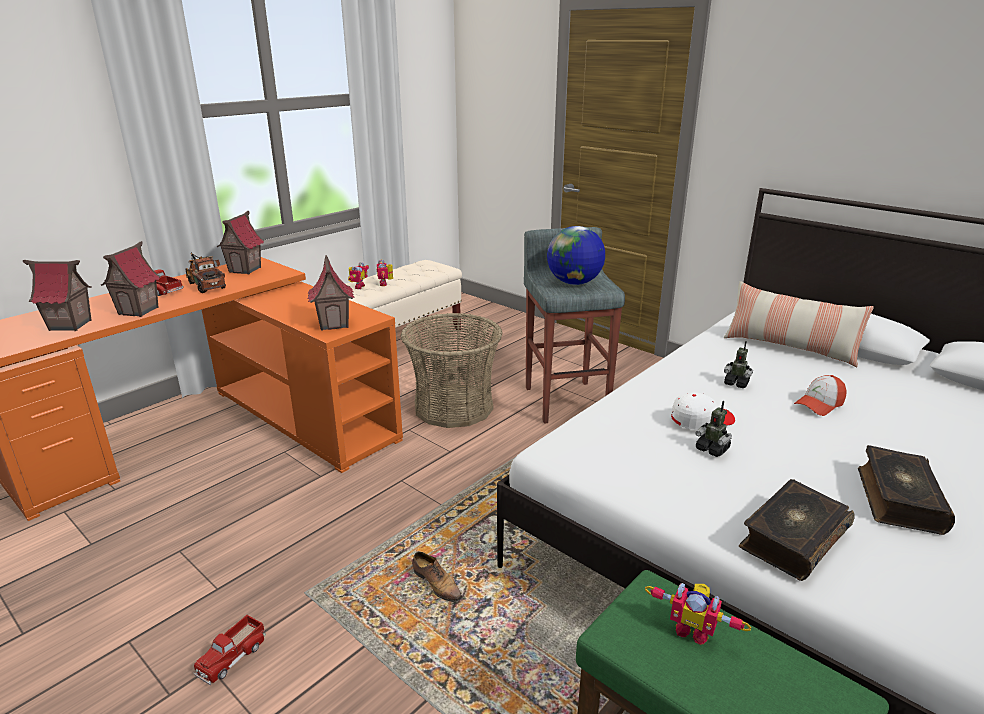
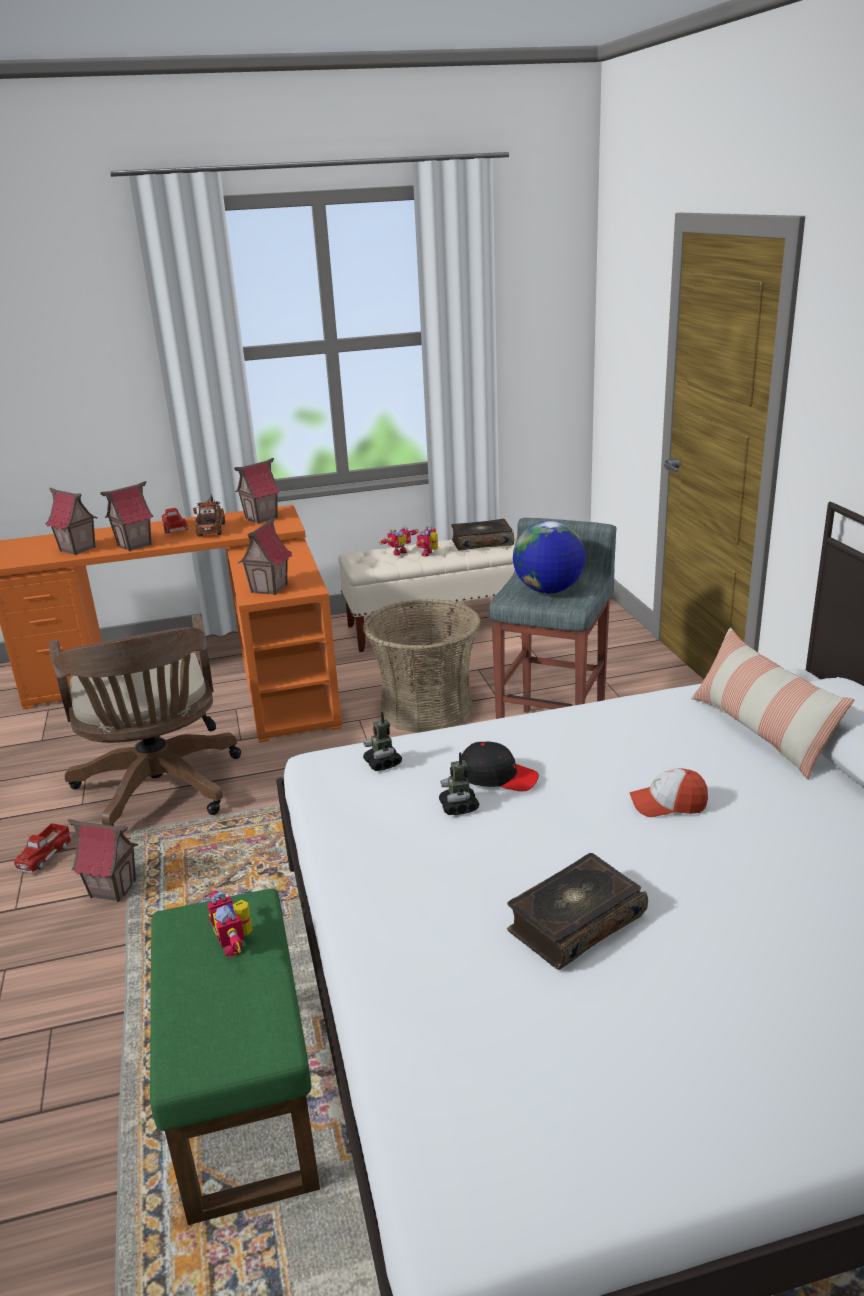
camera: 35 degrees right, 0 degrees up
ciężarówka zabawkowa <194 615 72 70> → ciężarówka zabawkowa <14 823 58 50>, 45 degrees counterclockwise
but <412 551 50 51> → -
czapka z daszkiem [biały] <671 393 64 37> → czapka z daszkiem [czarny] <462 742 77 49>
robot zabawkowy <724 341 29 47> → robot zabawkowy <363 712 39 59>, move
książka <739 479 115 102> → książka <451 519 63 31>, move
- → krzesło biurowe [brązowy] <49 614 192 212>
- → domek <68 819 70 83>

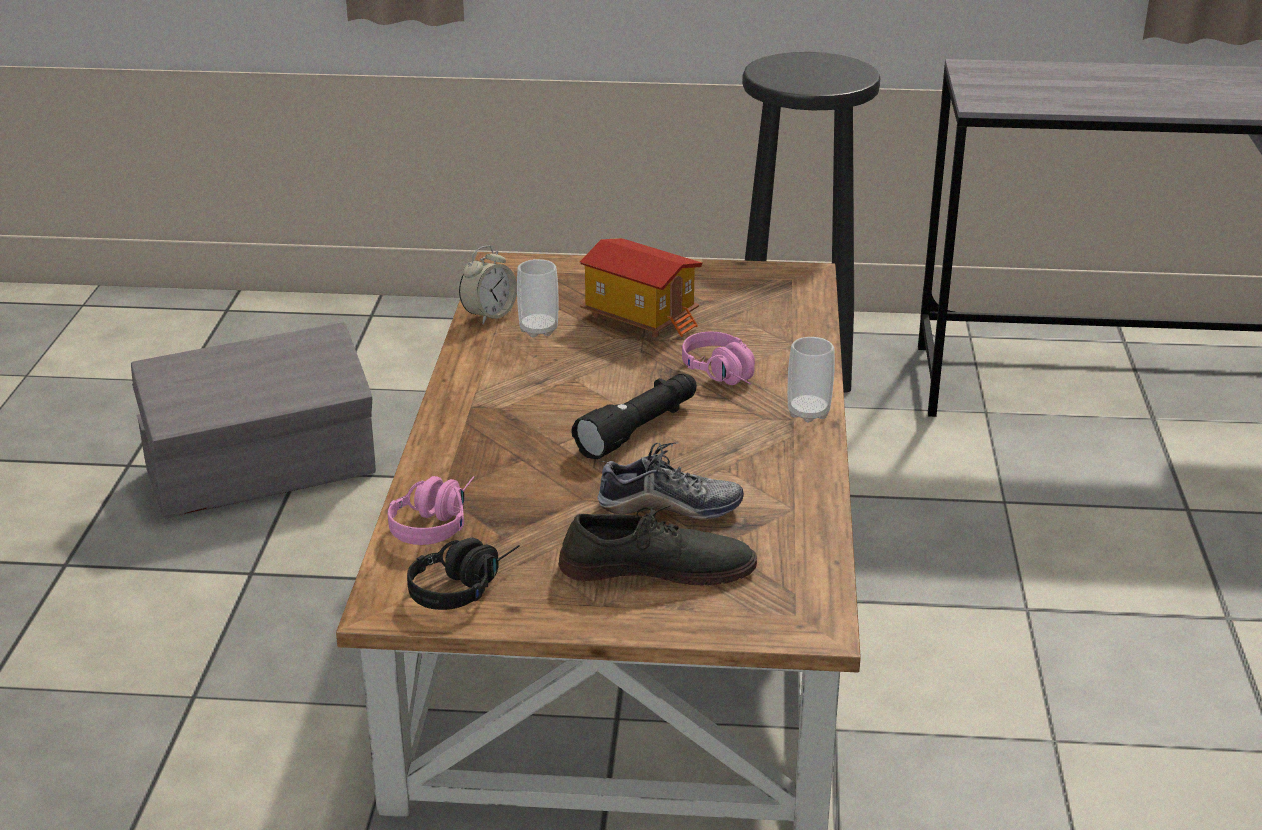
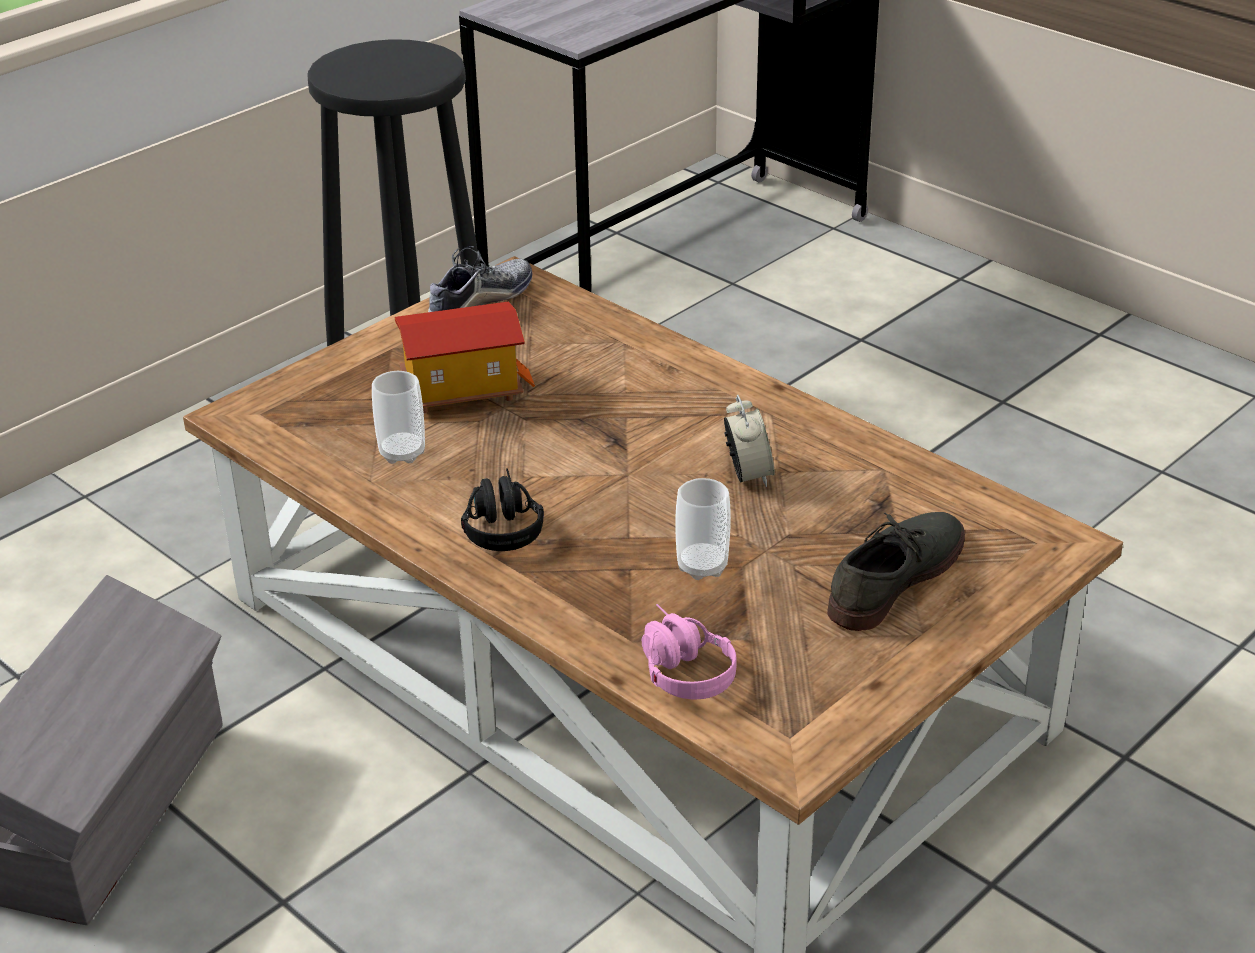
camera: 50 degrees left, 5 degrees up
słuchawki [czarny] <407 538 113 72> → słuchawki [czarny] <461 468 83 83>, move
budzik <459 246 58 78> → budzik <724 394 51 93>, move
latarka [czarny] <572 373 125 86> → -
but <597 442 147 77> → but <428 246 105 66>, move
słuchawki [różowy] <682 332 73 53> → -
filiżanka <788 337 47 85> → filiżanka <675 478 56 102>, move

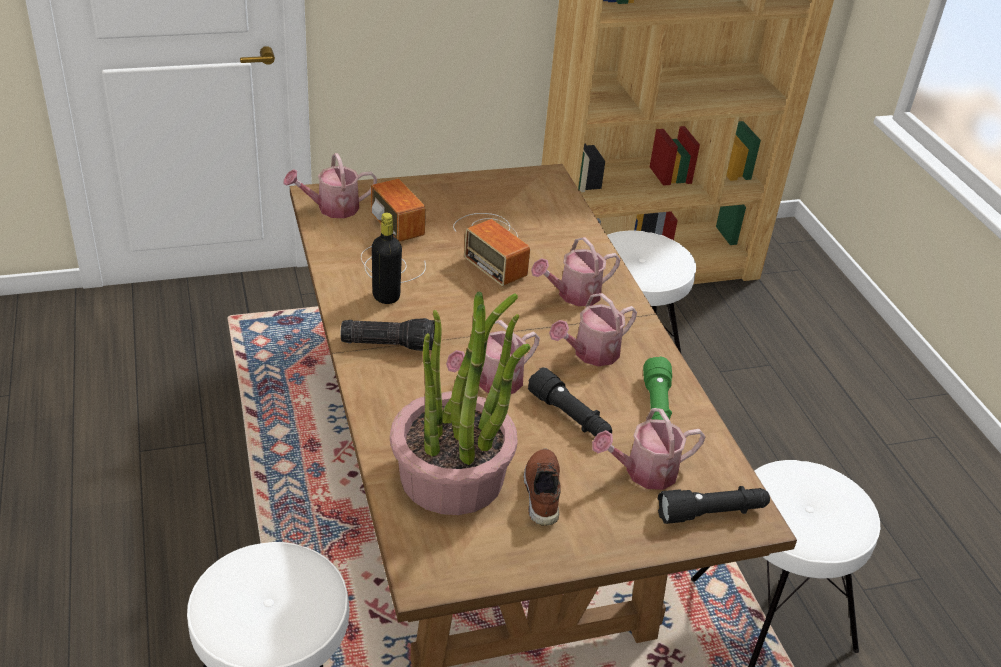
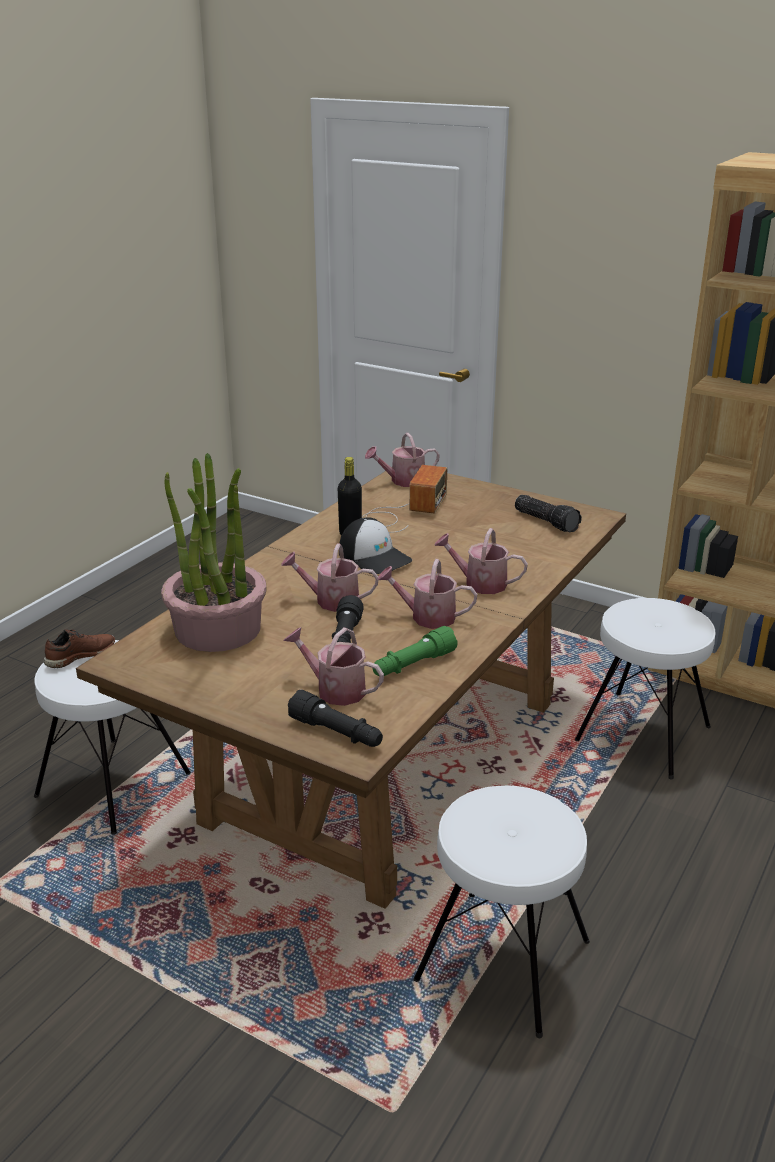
camera: 50 degrees right, 10 degrees down
konewka <283 153 94 65> → konewka <365 433 75 54>, 45 degrees counterclockwise
latarka <341 318 94 33> → latarka <515 495 67 38>, move
radio <453 213 77 73> → -
but [brązowy] <523 449 38 77> → but [brązowy] <44 629 71 39>, move
- → czapka z daszkiem <339 517 73 57>

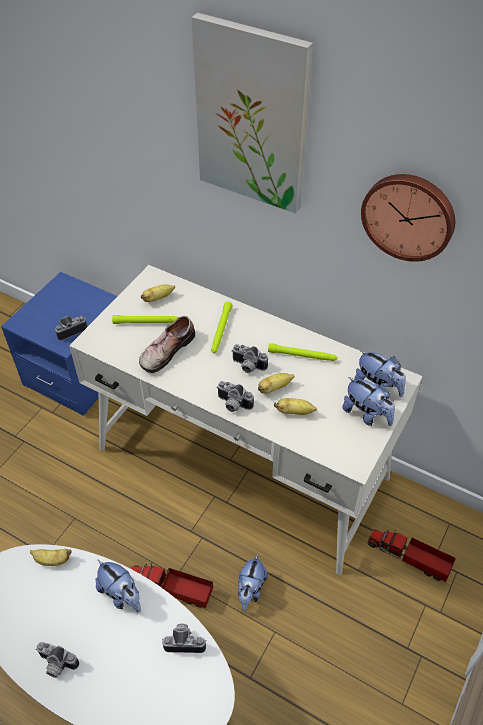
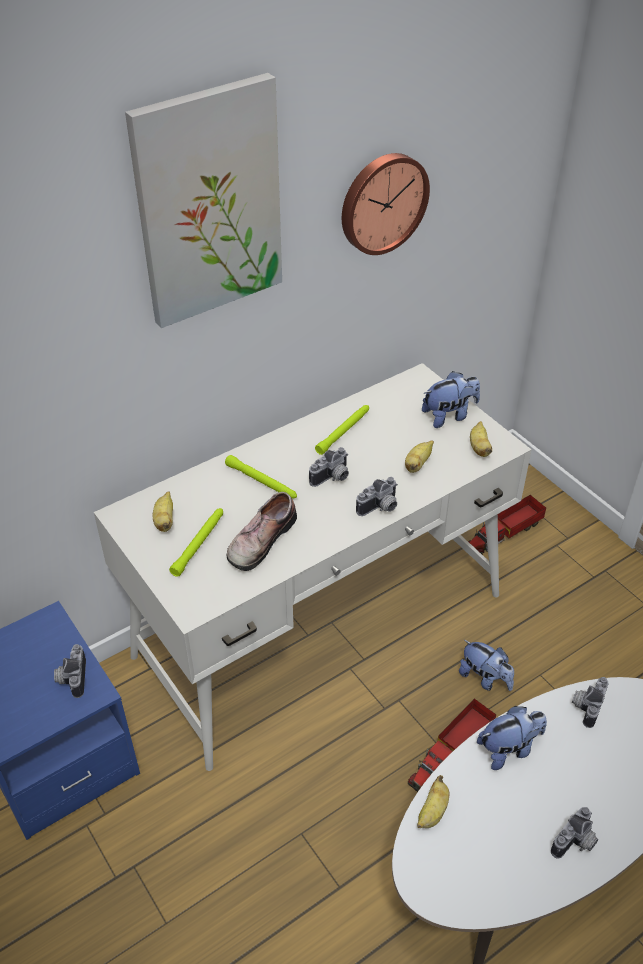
camera: 65 degrees left, 5 degrees down
but <139 316 56 57> → but <227 492 70 79>, 60 degrees clockwise
banan <258 373 37 21> → banan <470 421 22 36>, move
pluszak <354 350 52 47> → -

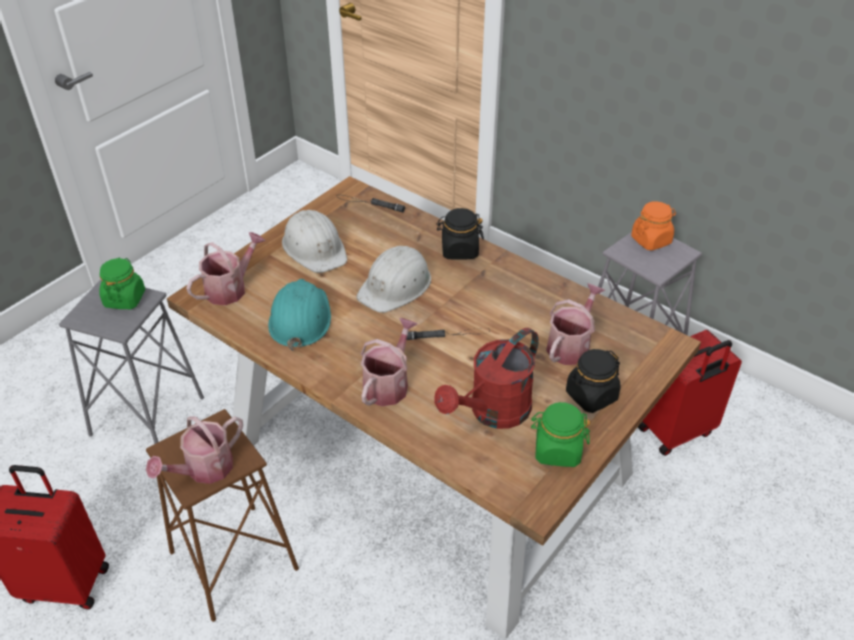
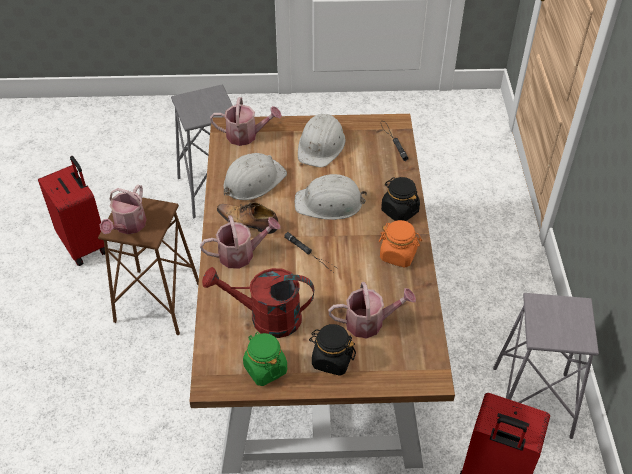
camera: 50 degrees right, 5 degrees up
słoik [zielony] <99 257 46 52> → -
konewka <146 416 97 68> → konewka <100 184 46 50>, 75 degrees counterclockwise
kask [turkusowy] <268 279 63 72> → kask [biały] <223 153 64 47>
słoik [pomarańczowy] <631 201 45 50> → słoik [pomarańczowy] <379 220 43 48>, move
- → but <217 202 61 32>

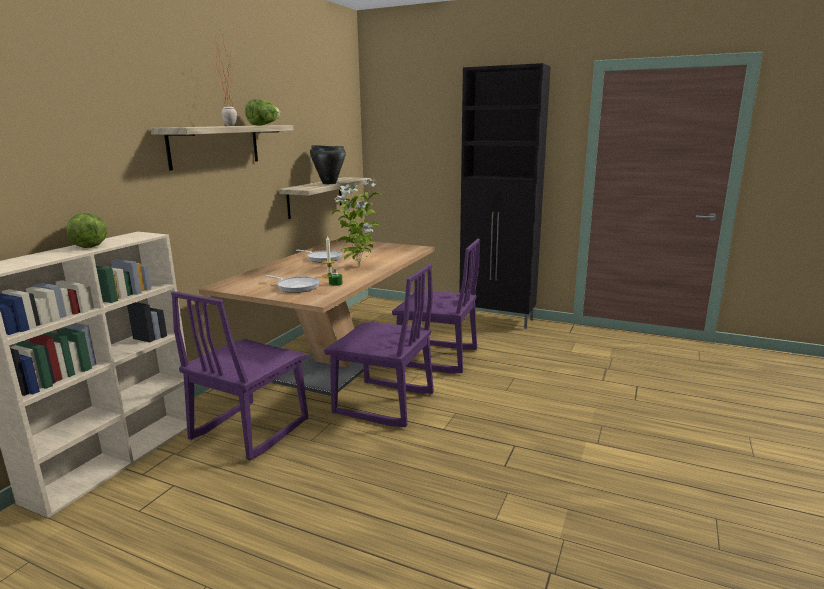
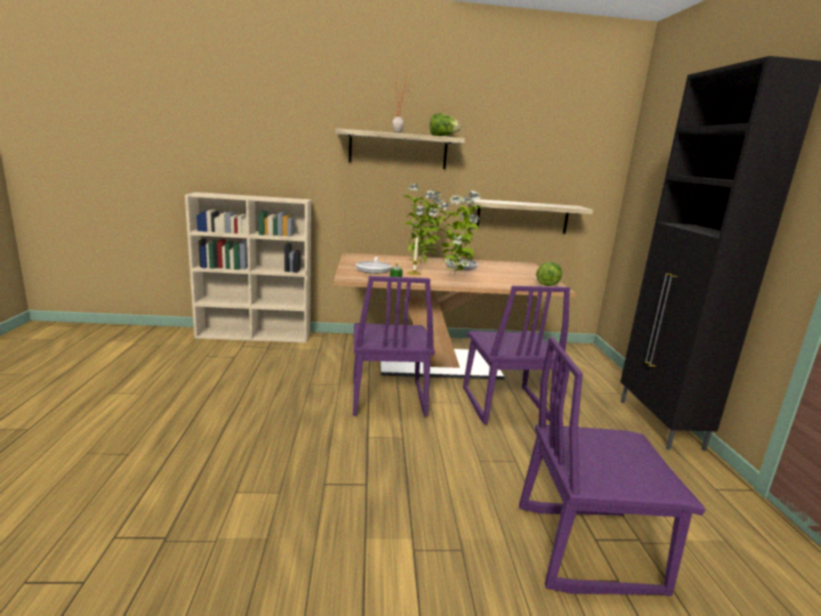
camera: 60 degrees right, 0 degrees up
sałata <66 213 41 35> → sałata <536 262 26 24>, move
krzesło [fioletowy] <171 291 137 169> → krzesło [fioletowy] <519 337 186 259>, move
garnek [czarny] <310 145 36 39> → -
- → roślina doniczkowa <404 183 40 81>

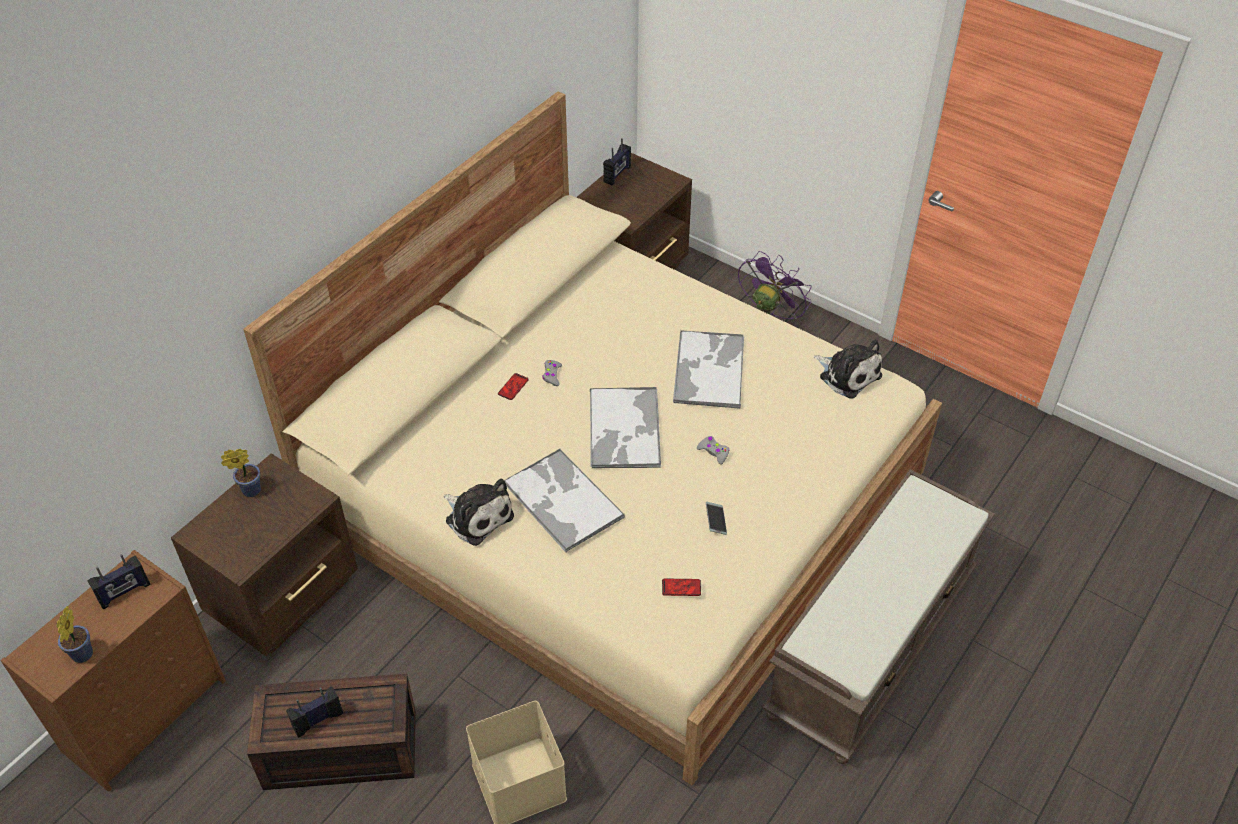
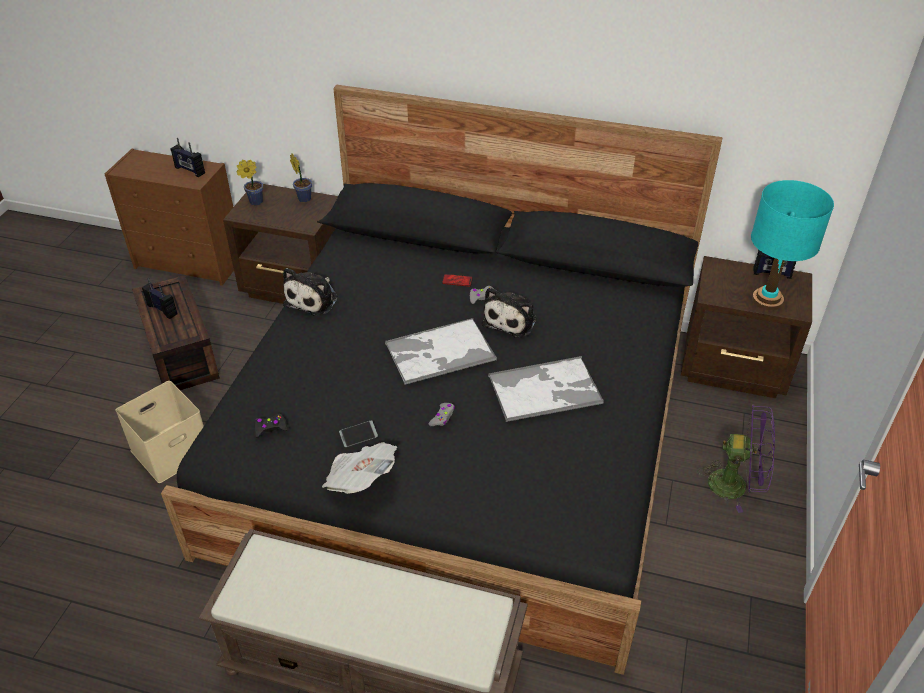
camera: 70 degrees right, 5 degrees down
roślina doniczkowa <57 606 36 57> → roślina doniczkowa <237 160 26 45>, move
łóżko [beżowy] <243 91 699 695> → łóżko [czarny] <161 85 561 590>
taca <504 448 121 105> → -
telefon <662 578 39 18> → pad do gier [czarny] <254 414 34 23>
pluszak <814 339 68 60> → pluszak <482 287 54 51>, move
- → gazeta <322 442 75 52>
- → lampa stołowa [turkusowy] <751 180 83 130>

